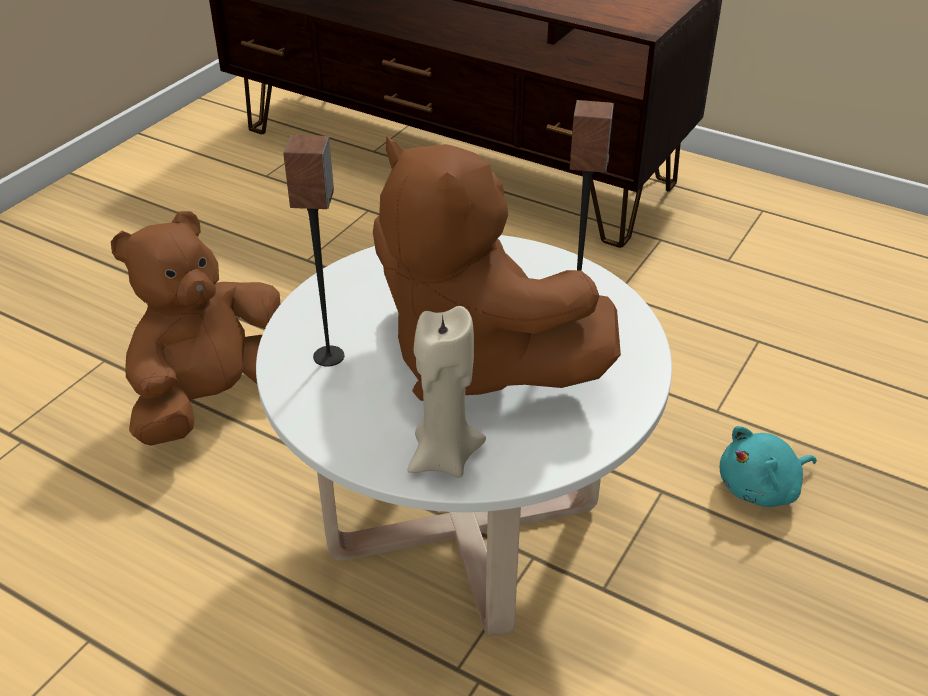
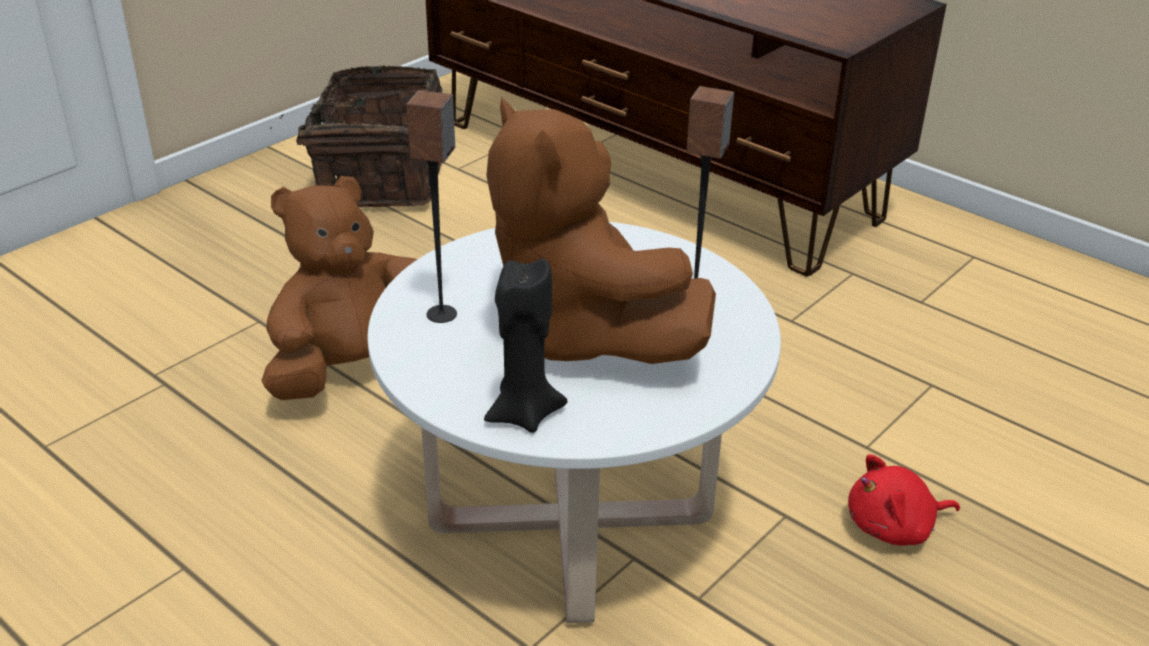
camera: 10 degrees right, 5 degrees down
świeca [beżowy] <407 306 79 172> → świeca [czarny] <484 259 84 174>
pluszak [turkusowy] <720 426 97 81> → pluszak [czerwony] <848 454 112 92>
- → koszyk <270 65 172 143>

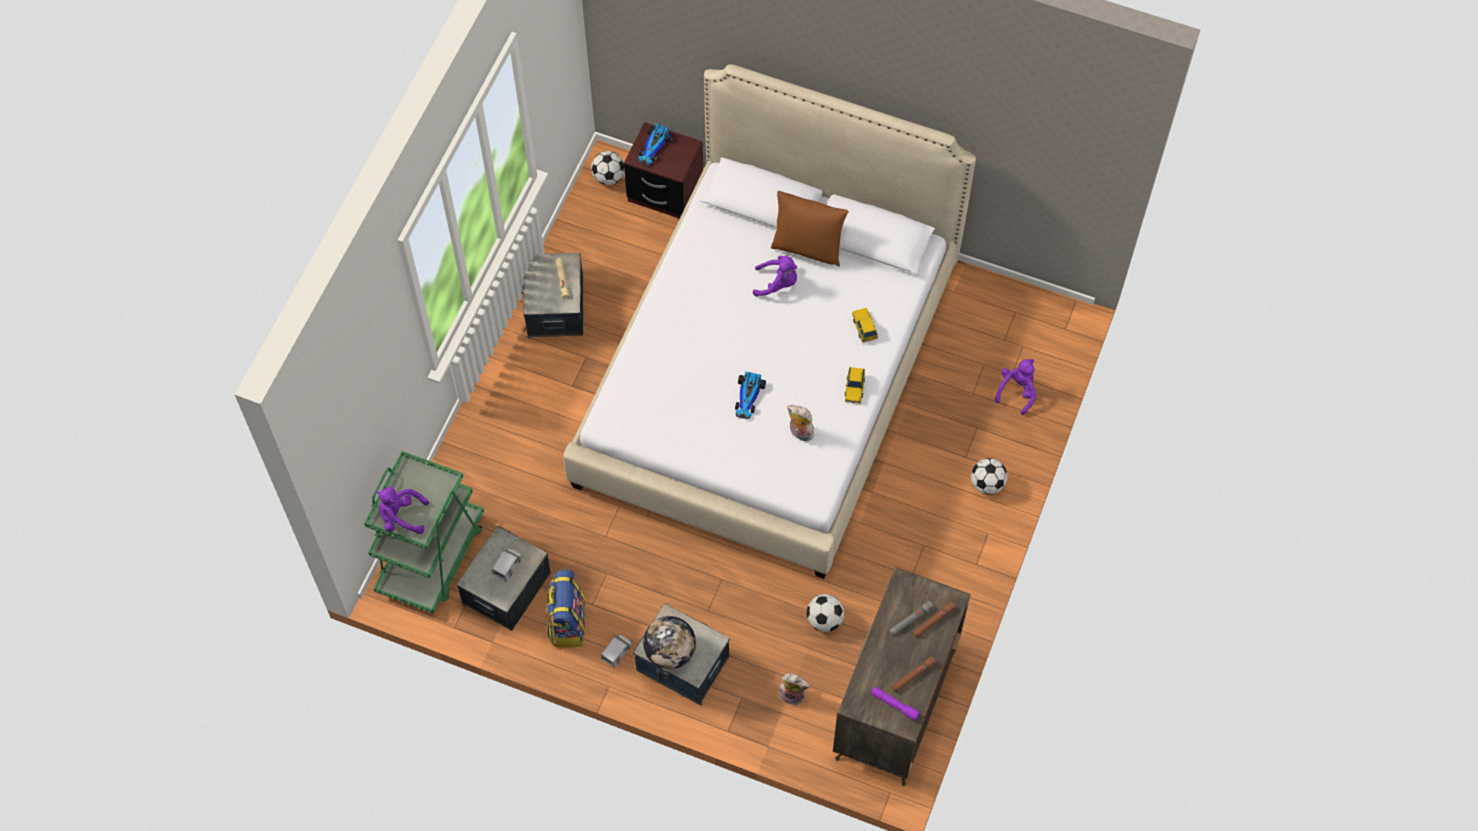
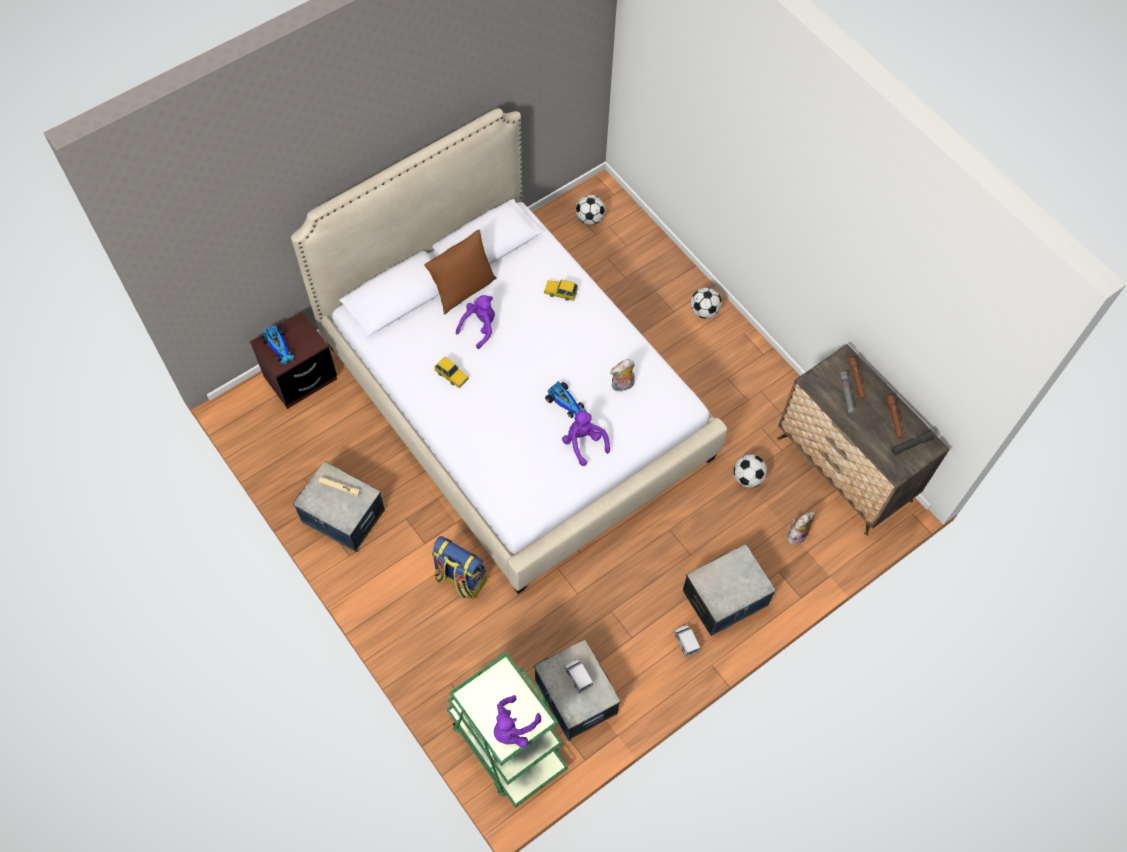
camera: 60 degrees left, 0 degrees up
plecak <547 569 39 78> → plecak <432 536 55 63>, move
piłka futbolowa <591 151 34 34> → piłka futbolowa <575 195 30 30>, move
globus <643 616 53 53> → -
samochodzik <845 367 20 37> → samochodzik <434 357 35 31>, move
latarka [fioletowy] <871 687 49 34> → latarka [szary] <891 430 44 25>
pluszak [fioletowy] <995 359 41 56> → pluszak [fioletowy] <562 409 48 57>, move

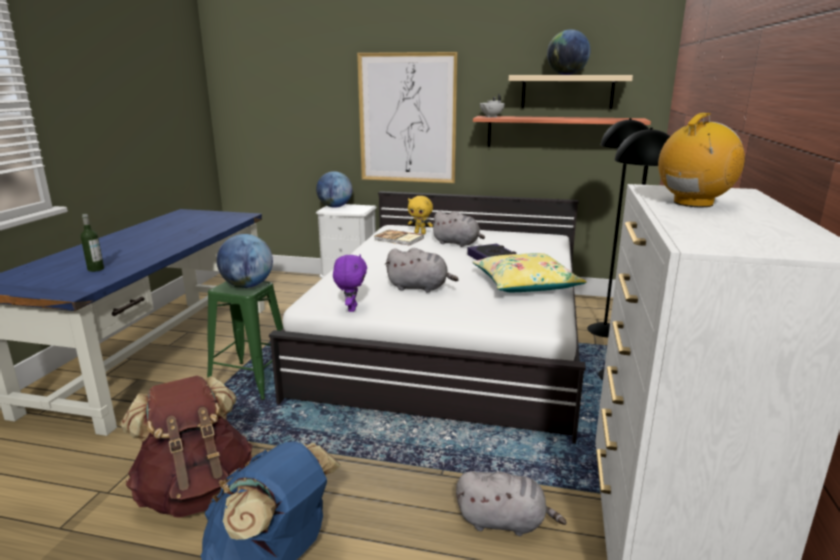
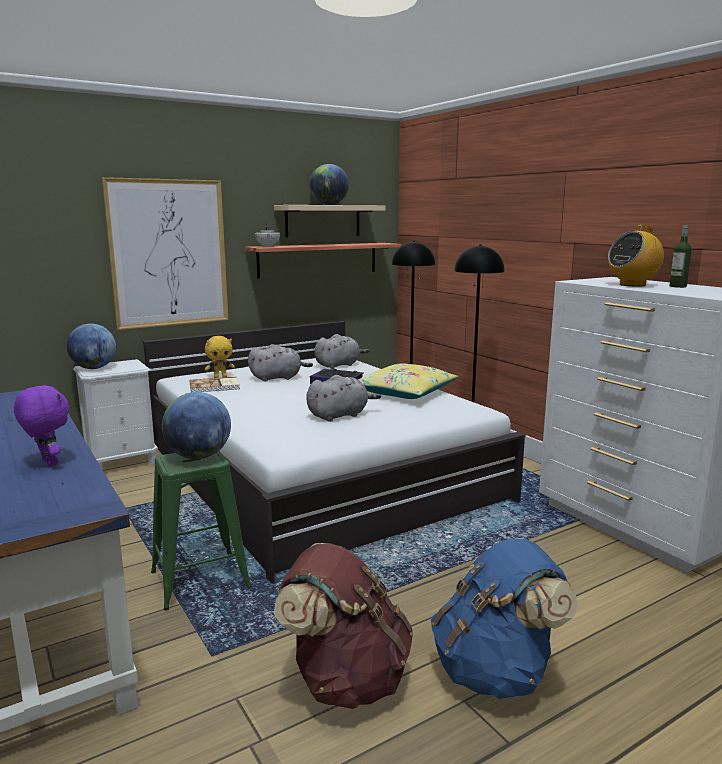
camera: 45 degrees left, 5 degrees down
butelka <80 214 24 58> → butelka <670 225 22 63>, move
pluszak [fioletowy] <333 254 34 58> → pluszak [fioletowy] <14 385 55 81>, move
pluszak [szary] <456 471 111 65> → pluszak [szary] <315 334 55 35>, move
radio <658 113 87 94> → radio <608 225 56 61>, 120 degrees counterclockwise

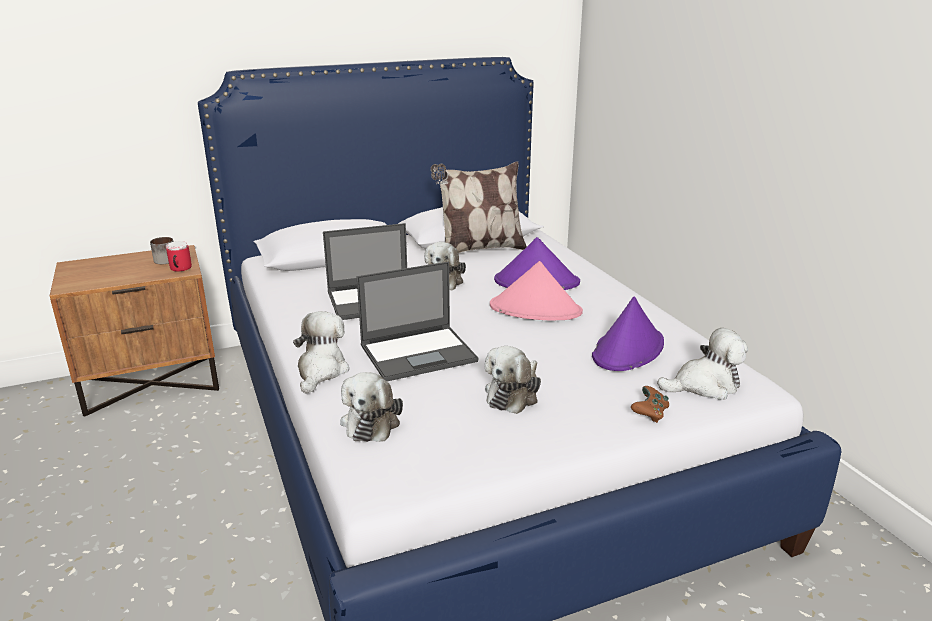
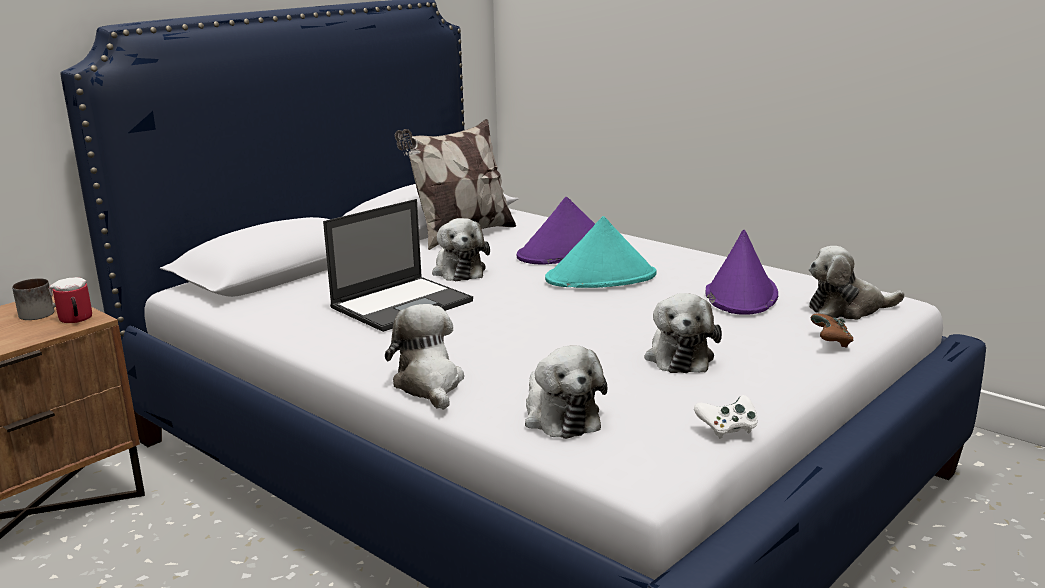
camera: 25 degrees left, 5 degrees down
laptop <357 261 122 120> → -
kapelusz [różowy] <490 261 93 60> → kapelusz [turkusowy] <545 216 112 72>
pluszak <657 328 91 72> → pluszak <809 246 96 74>, 150 degrees counterclockwise
- → pad do gier [biały] <694 395 64 44>

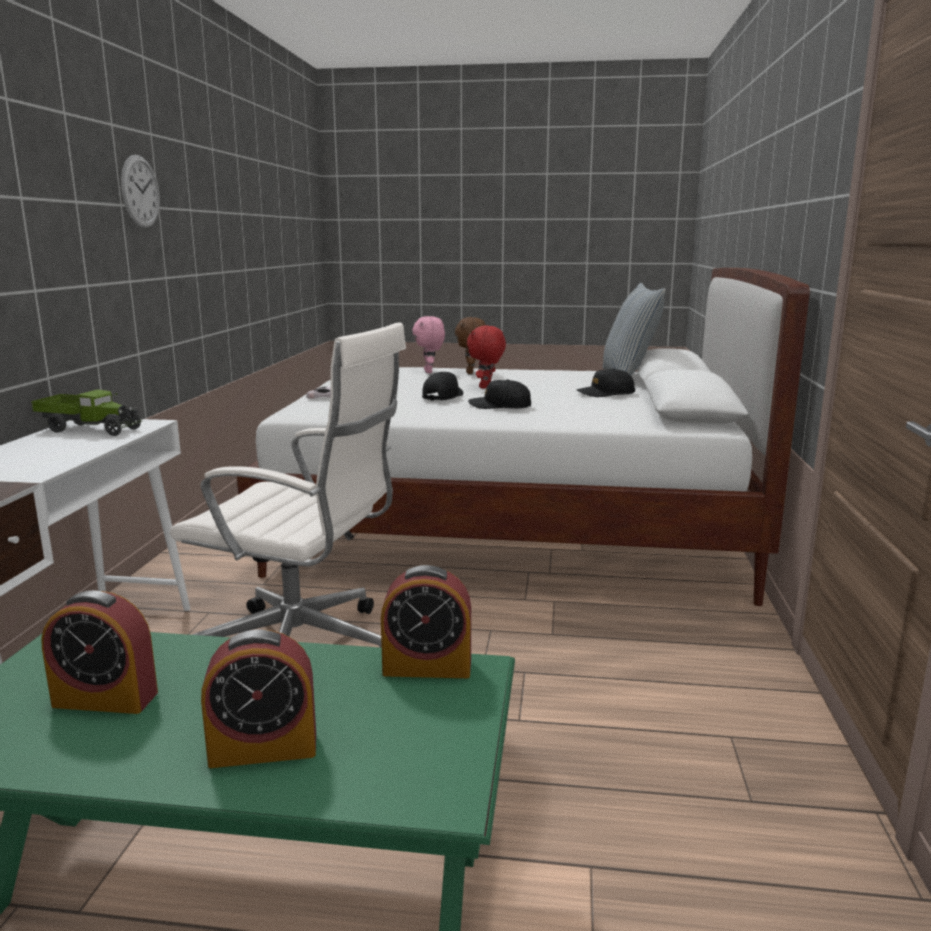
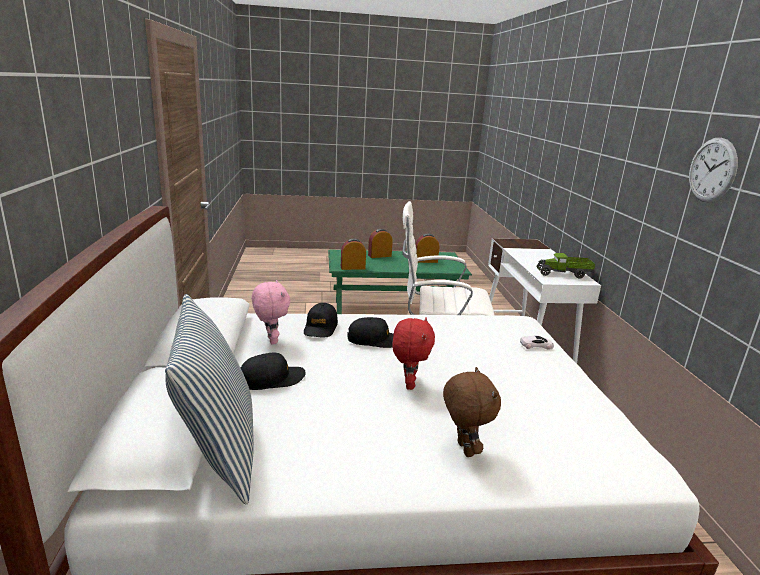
camera: 165 degrees right, 5 degrees up
pluszak [różowy] <412 316 33 57> → pluszak [różowy] <252 280 39 65>, move
czapka z daszkiem [czarny] <422 372 42 29> → czapka z daszkiem [czarny] <304 303 34 34>, move

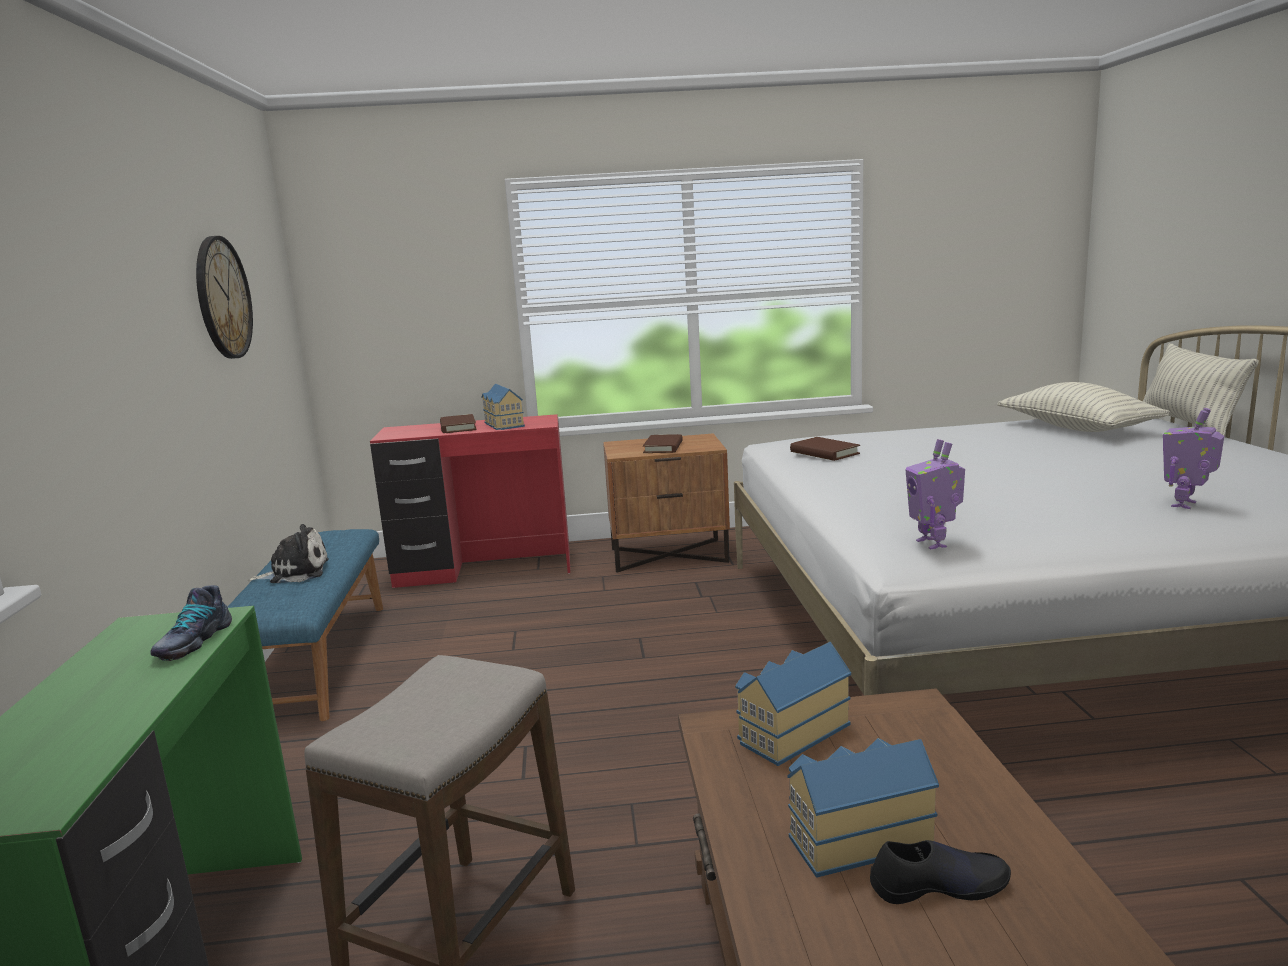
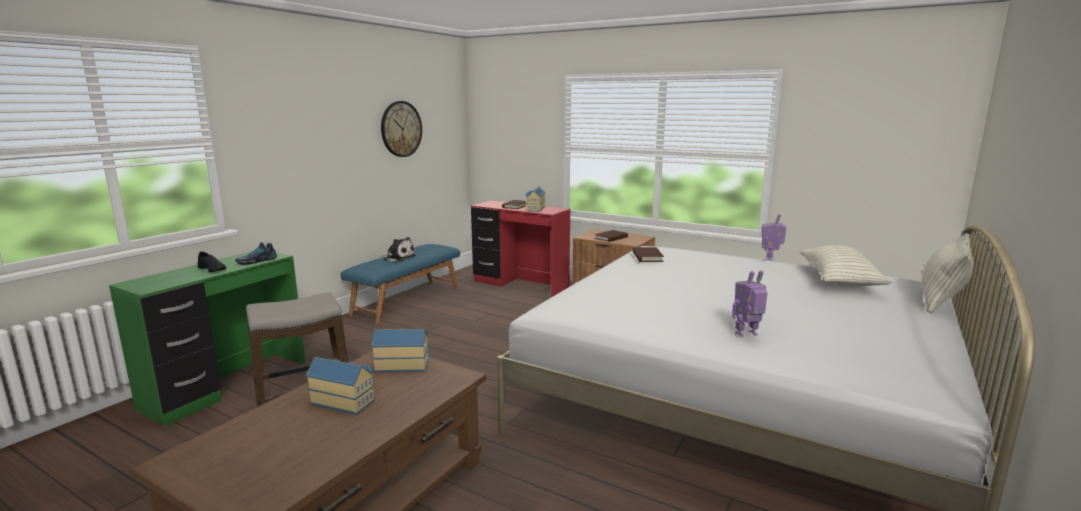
camera: 35 degrees right, 0 degrees up
but [czarny] <870 840 141 64> → but [czarny] <197 251 29 21>, move
robot zabawkowy <905 439 60 110> → robot zabawkowy <762 214 25 47>, move

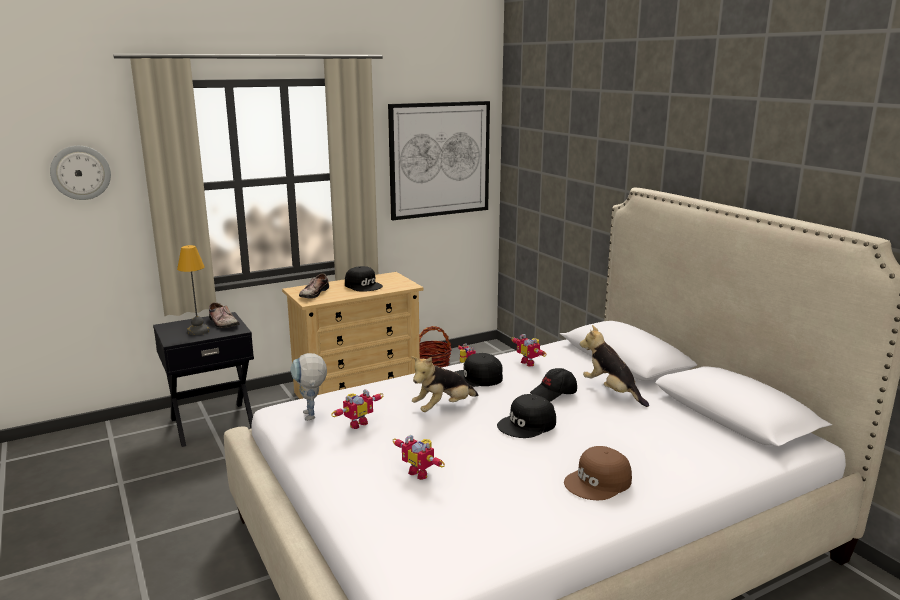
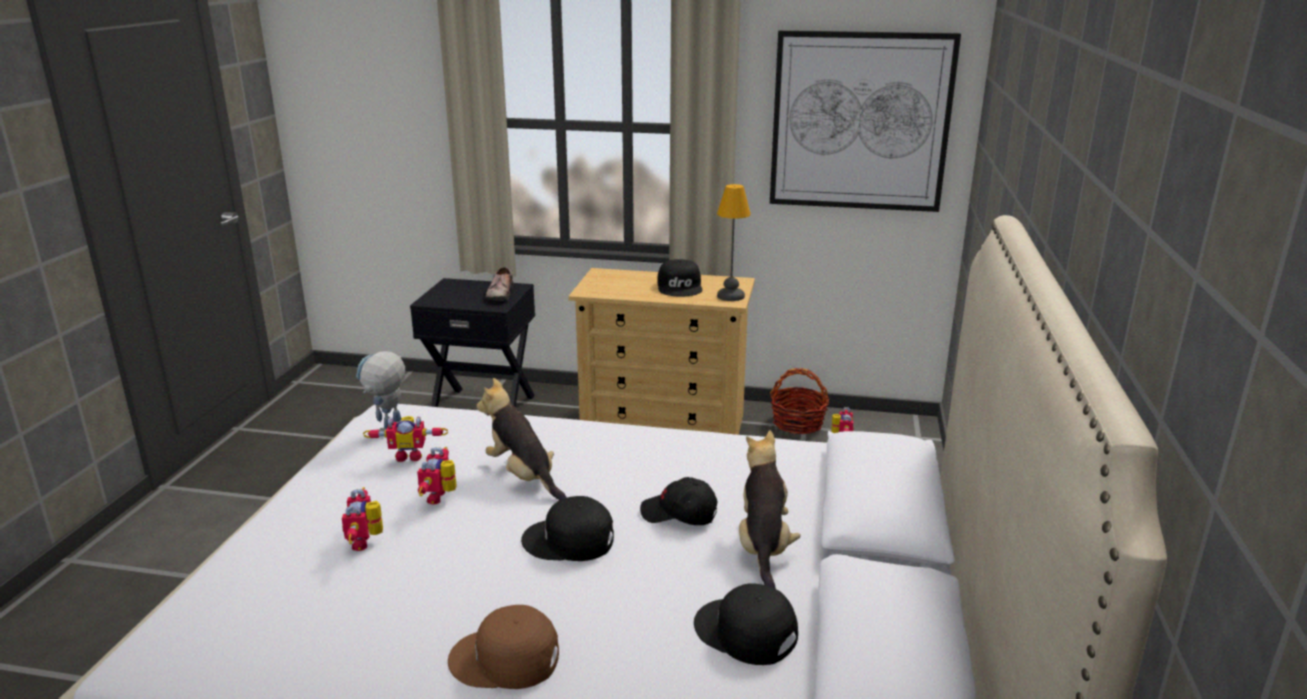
camera: 40 degrees right, 5 degrees up
zegar ścienny <50 146 61 54> → -
lampa stołowa <177 245 33 90> → lampa stołowa <717 184 34 117>, move
but <299 273 30 26> → -
pluszak <412 357 66 55> → pluszak <477 378 90 122>, 45 degrees clockwise
czapka z daszkiem [czarny] <455 353 48 34> → czapka z daszkiem [czarny] <694 583 104 82>, move
robot zabawkowy <511 334 35 33> → robot zabawkowy <417 447 40 58>, move

